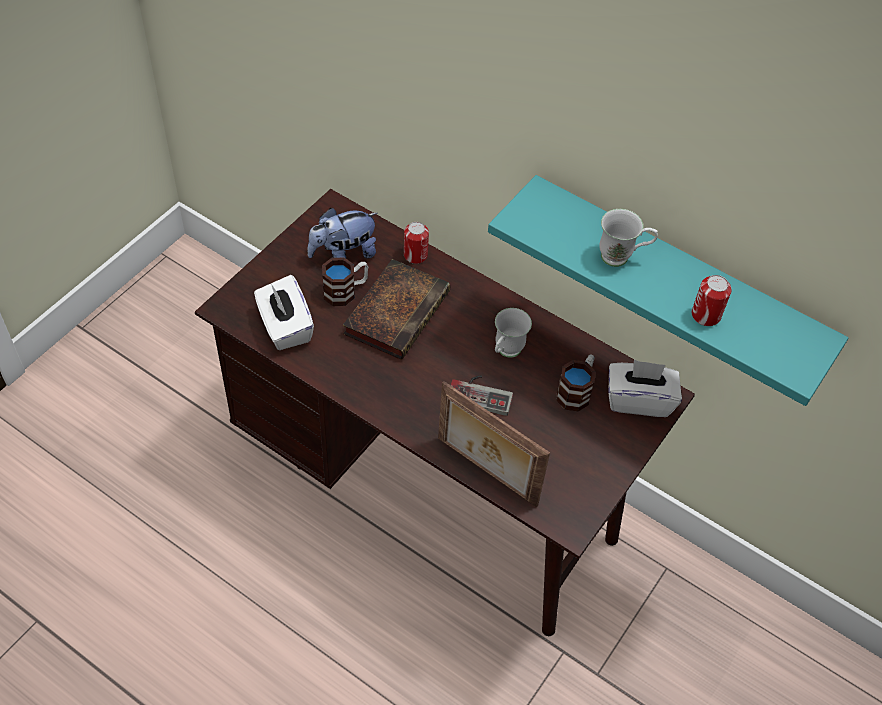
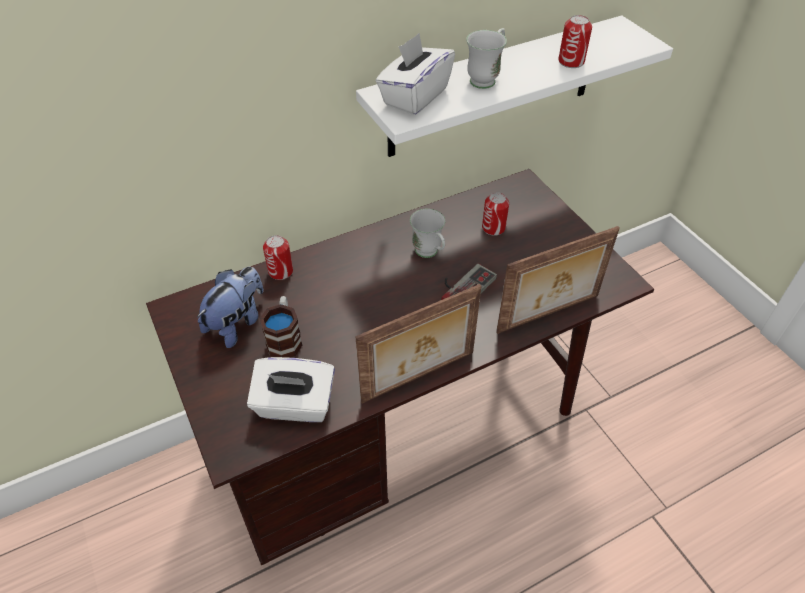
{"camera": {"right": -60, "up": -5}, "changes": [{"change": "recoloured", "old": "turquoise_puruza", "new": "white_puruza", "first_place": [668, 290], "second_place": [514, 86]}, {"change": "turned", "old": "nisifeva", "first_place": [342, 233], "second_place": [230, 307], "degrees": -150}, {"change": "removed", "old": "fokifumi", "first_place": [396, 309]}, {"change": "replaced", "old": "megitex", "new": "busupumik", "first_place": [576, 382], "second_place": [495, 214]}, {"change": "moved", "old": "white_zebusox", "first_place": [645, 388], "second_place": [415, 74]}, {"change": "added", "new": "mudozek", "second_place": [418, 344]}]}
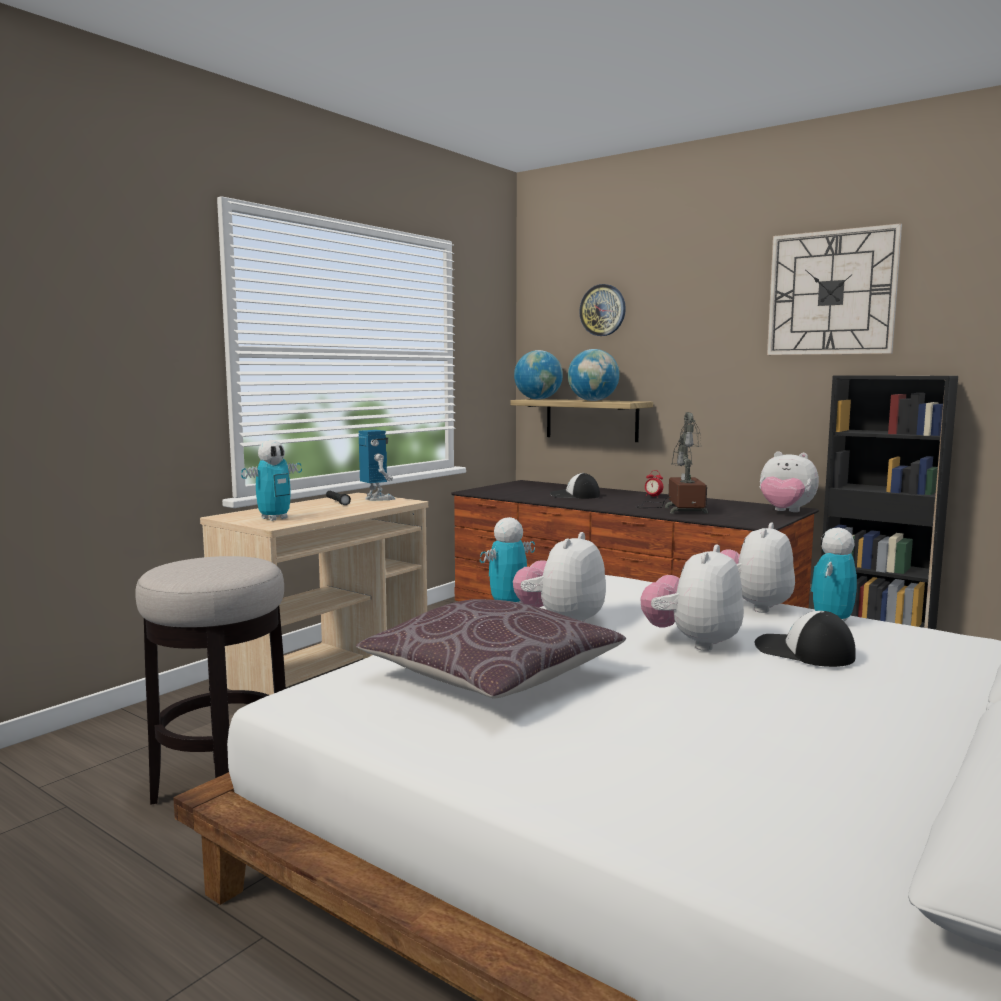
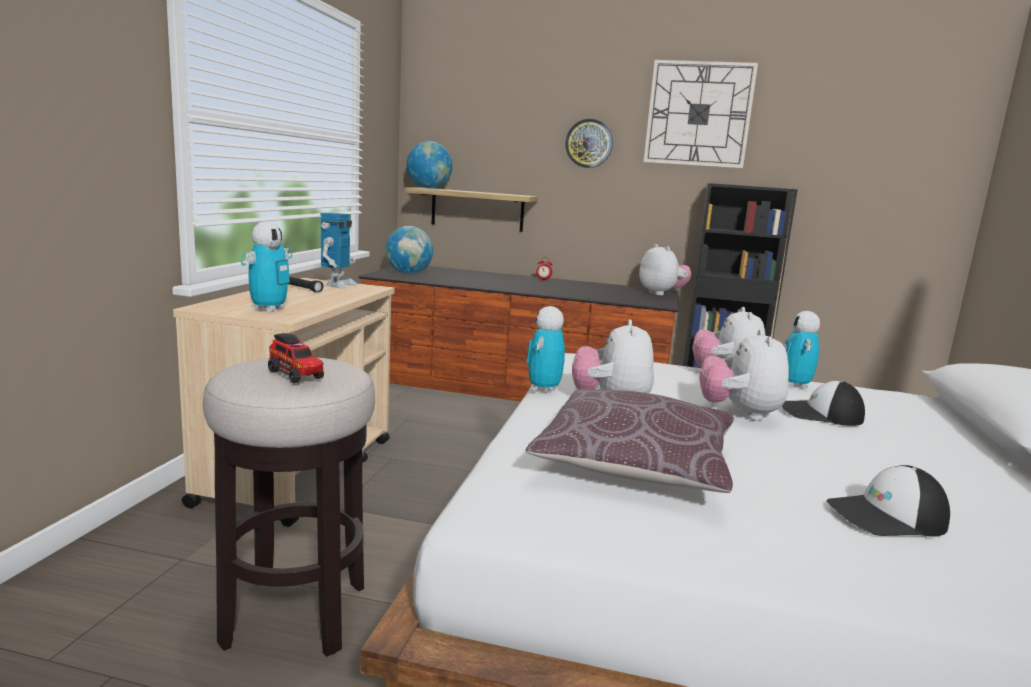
{"camera": {"right": -25, "up": 5}, "changes": [{"change": "moved", "old": "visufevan", "first_place": [602, 310], "second_place": [589, 143]}, {"change": "moved", "old": "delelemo", "first_place": [593, 375], "second_place": [409, 250]}, {"change": "removed", "old": "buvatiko", "first_place": [672, 463]}, {"change": "turned", "old": "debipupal", "first_place": [376, 465], "second_place": [339, 250], "degrees": 75}, {"change": "turned", "old": "nisifeva", "first_place": [789, 481], "second_place": [665, 270], "degrees": -120}, {"change": "moved", "old": "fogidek", "first_place": [575, 486], "second_place": [888, 501]}, {"change": "added", "new": "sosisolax", "second_place": [296, 358]}]}
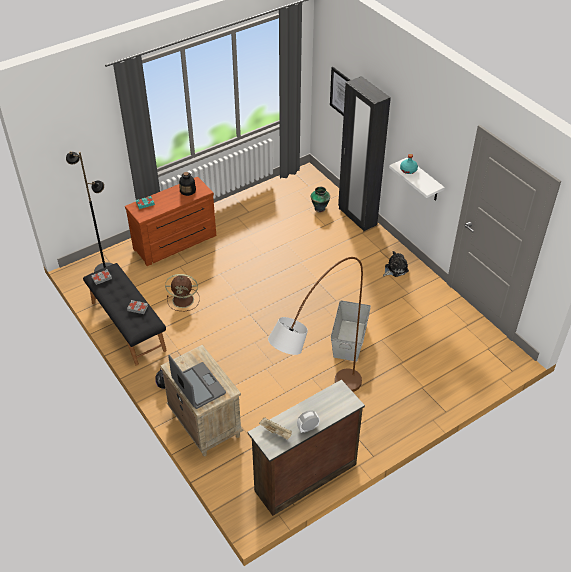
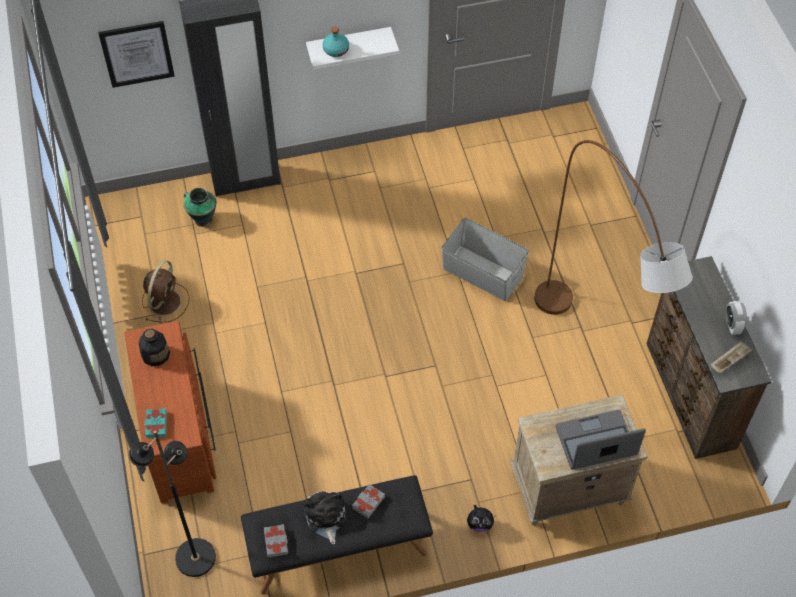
{"camera": {"right": -70, "up": 10}, "changes": [{"change": "moved", "old": "nisifeva", "first_place": [396, 264], "second_place": [324, 517]}, {"change": "moved", "old": "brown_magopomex", "first_place": [182, 292], "second_place": [166, 291]}]}
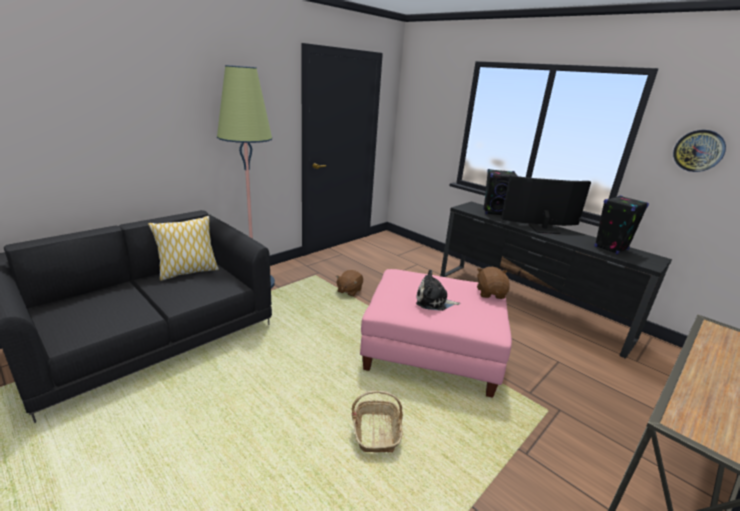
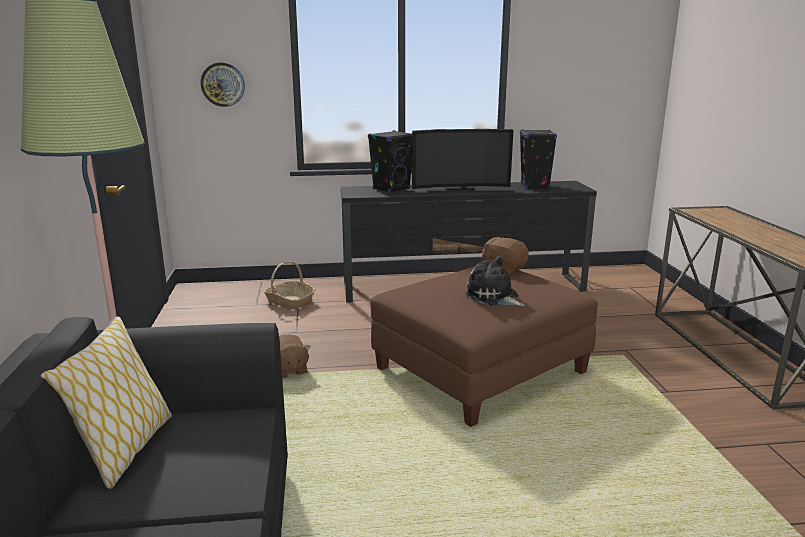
{"camera": {"right": -50, "up": -5}, "changes": [{"change": "moved", "old": "visufevan", "first_place": [699, 151], "second_place": [223, 84]}, {"change": "turned", "old": "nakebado", "first_place": [546, 204], "second_place": [463, 159], "degrees": -135}, {"change": "recoloured", "old": "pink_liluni", "new": "brown_liluni", "first_place": [436, 333], "second_place": [484, 347]}, {"change": "turned", "old": "nisifeva", "first_place": [438, 290], "second_place": [495, 281], "degrees": 90}, {"change": "moved", "old": "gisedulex", "first_place": [377, 422], "second_place": [289, 285]}]}
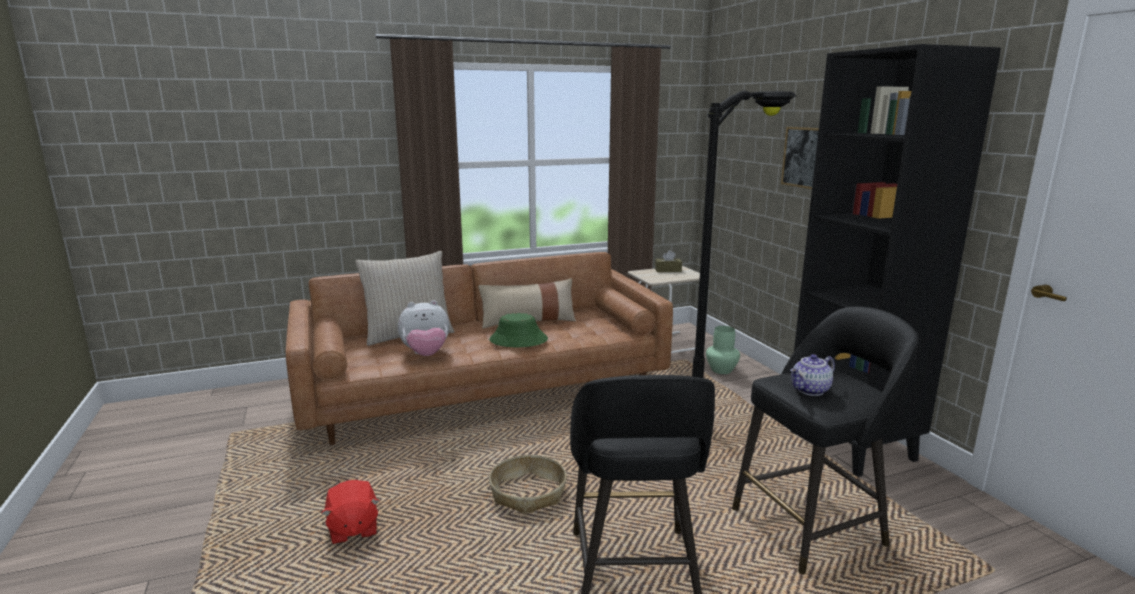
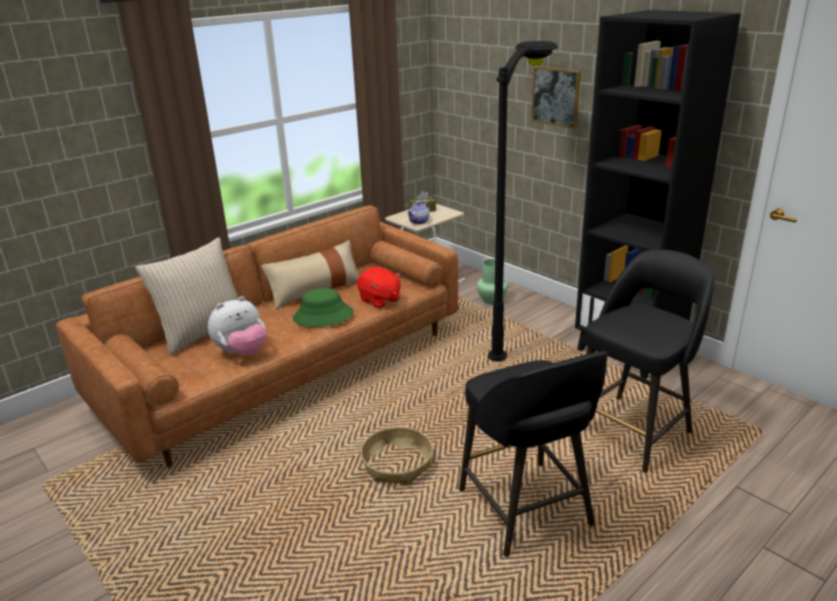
{"camera": {"right": -20, "up": 10}, "changes": [{"change": "moved", "old": "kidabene", "first_place": [812, 375], "second_place": [418, 213]}, {"change": "moved", "old": "red_nisifeva", "first_place": [351, 512], "second_place": [379, 287]}]}
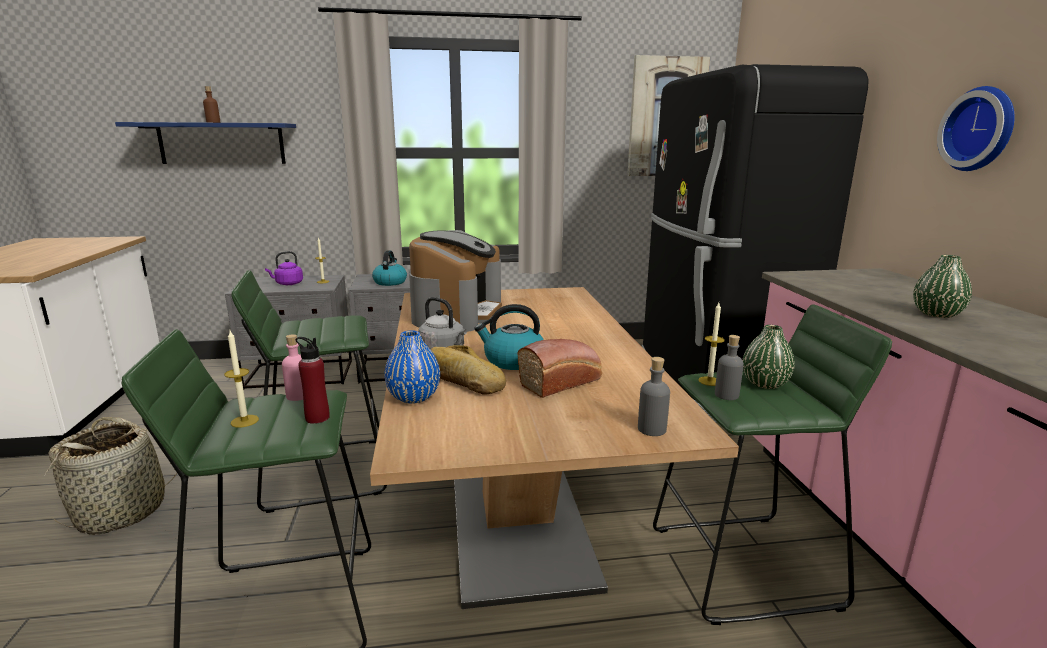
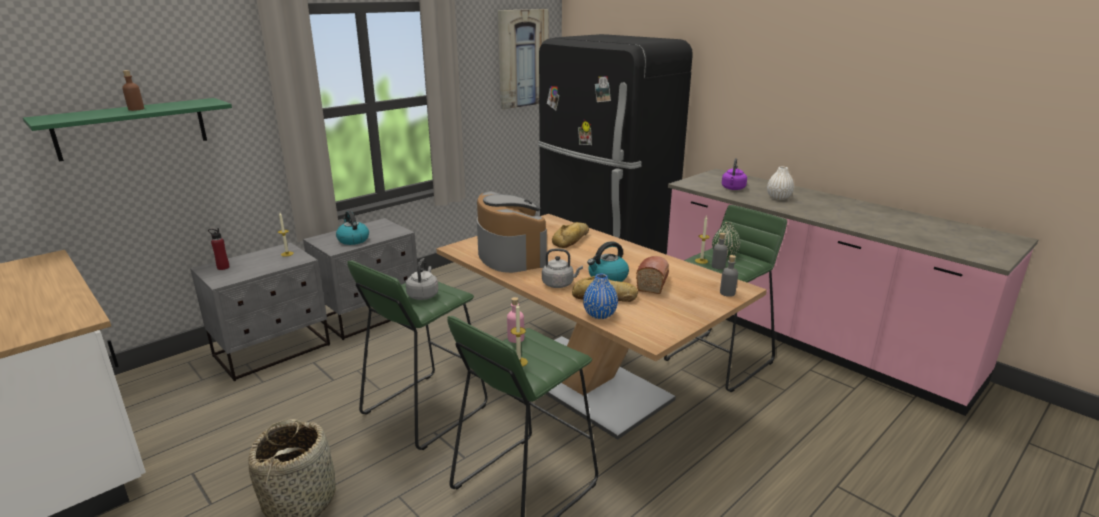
{"camera": {"right": -35, "up": 5}, "changes": [{"change": "removed", "old": "visufevan", "first_place": [976, 128]}, {"change": "recoloured", "old": "blue_puruza", "new": "green_puruza", "first_place": [205, 143], "second_place": [127, 130]}, {"change": "moved", "old": "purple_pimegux", "first_place": [284, 268], "second_place": [734, 174]}, {"change": "recoloured", "old": "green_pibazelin", "new": "white_pibazelin", "first_place": [942, 286], "second_place": [780, 183]}, {"change": "moved", "old": "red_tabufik", "first_place": [313, 380], "second_place": [219, 249]}, {"change": "added", "new": "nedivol", "second_place": [570, 235]}, {"change": "added", "new": "grey_pimegux", "second_place": [422, 279]}]}
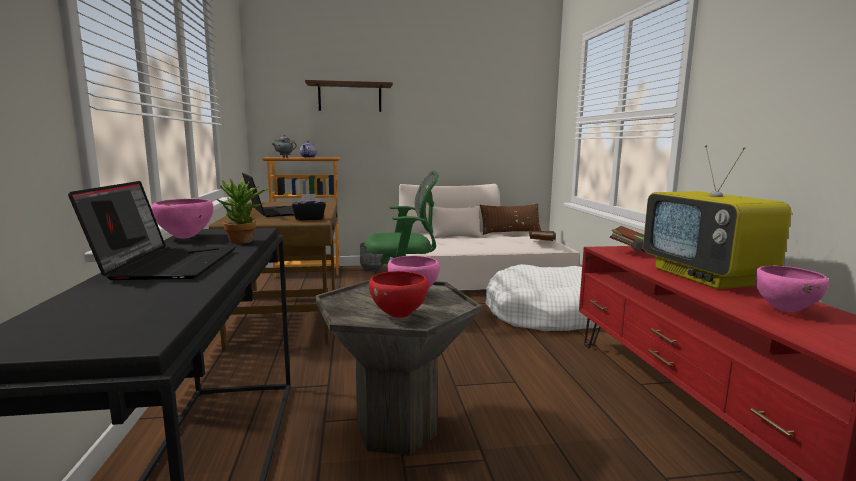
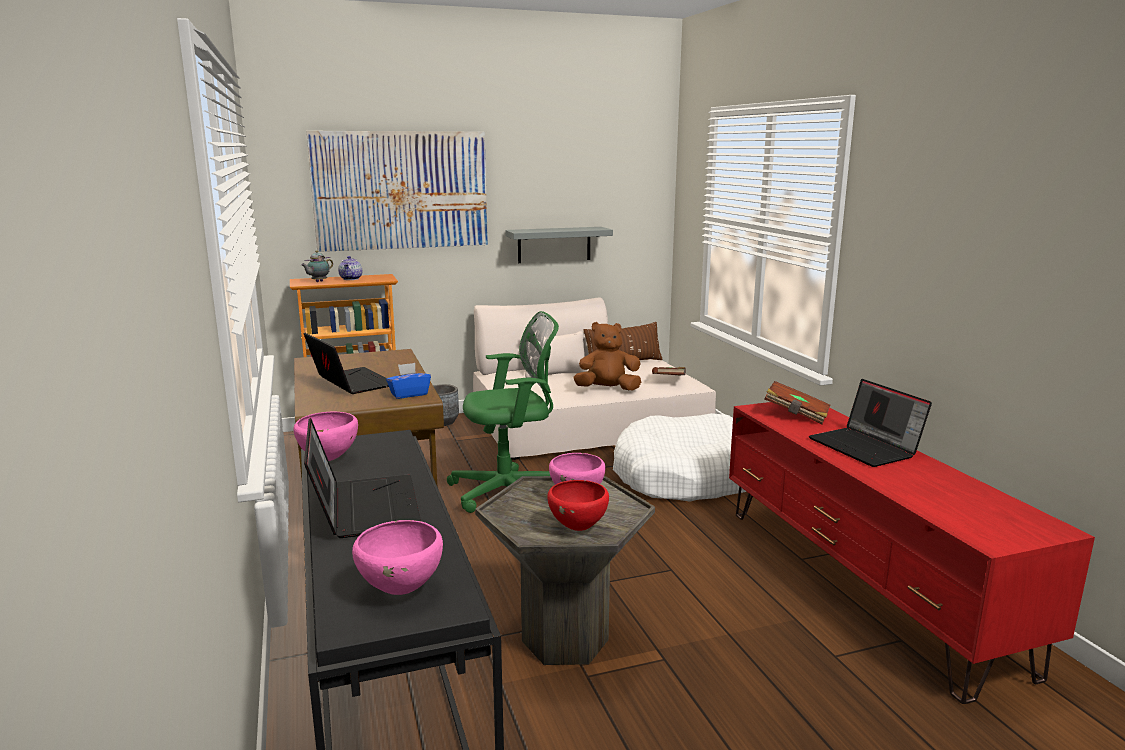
{"camera": {"right": -10, "up": 5}, "changes": [{"change": "replaced", "old": "brown_puruza", "new": "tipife", "first_place": [349, 96], "second_place": [397, 191]}, {"change": "replaced", "old": "nakebado", "new": "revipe", "first_place": [717, 217], "second_place": [870, 423]}, {"change": "removed", "old": "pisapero", "first_place": [242, 211]}, {"change": "recoloured", "old": "black_zebusox", "new": "blue_zebusox", "first_place": [309, 207], "second_place": [408, 381]}, {"change": "moved", "old": "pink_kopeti", "first_place": [792, 288], "second_place": [397, 557]}, {"change": "added", "new": "grey_puruza", "second_place": [559, 245]}, {"change": "added", "new": "brown_nisifeva", "second_place": [607, 356]}]}
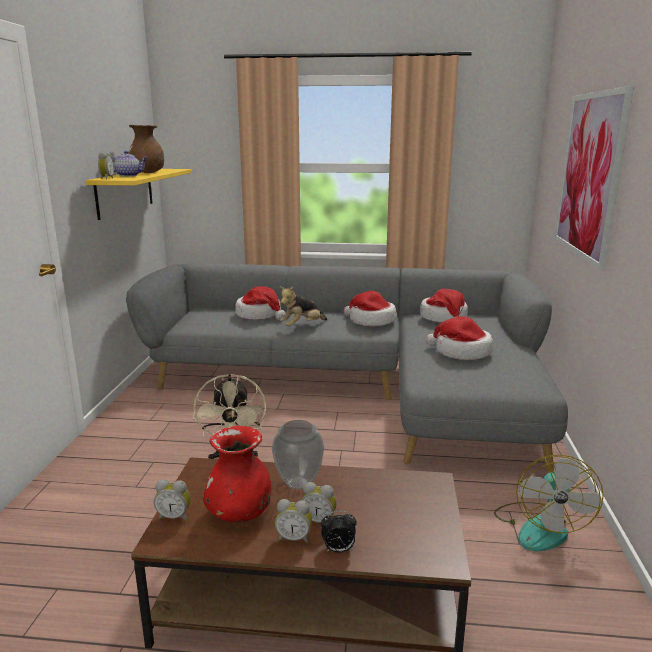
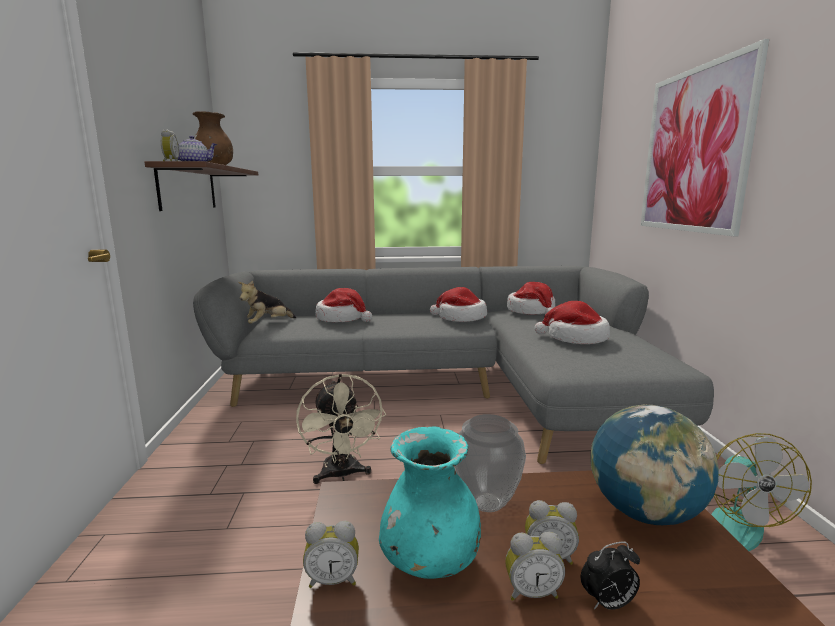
{"camera": {"right": -10, "up": -5}, "changes": [{"change": "recoloured", "old": "yellow_puruza", "new": "brown_puruza", "first_place": [138, 194], "second_place": [201, 186]}, {"change": "moved", "old": "nisifeva", "first_place": [303, 306], "second_place": [267, 302]}, {"change": "recoloured", "old": "red_pibazelin", "new": "turquoise_pibazelin", "first_place": [237, 474], "second_place": [430, 502]}, {"change": "added", "new": "delelemo", "second_place": [655, 465]}]}
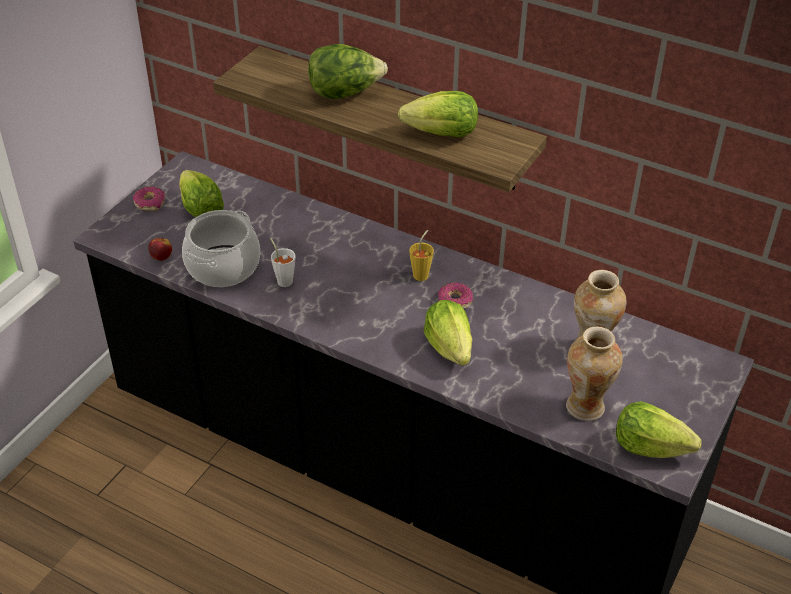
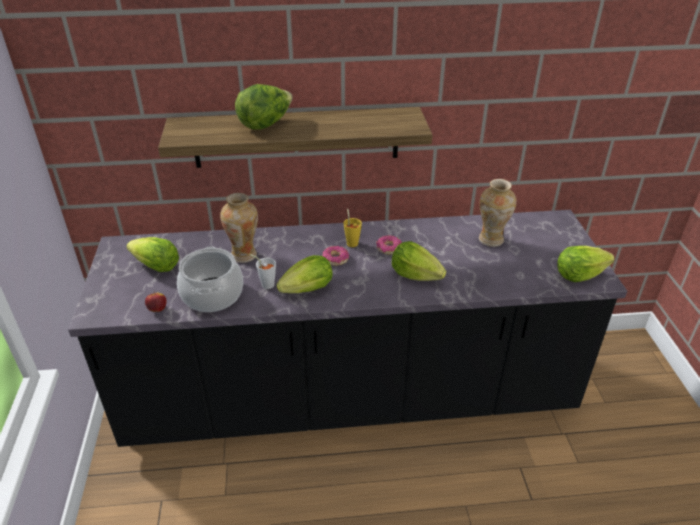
{"camera": {"right": -35, "up": -5}, "changes": [{"change": "moved", "old": "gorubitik", "first_place": [438, 114], "second_place": [305, 274]}, {"change": "moved", "old": "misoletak", "first_place": [149, 198], "second_place": [335, 256]}, {"change": "moved", "old": "pibazelin", "first_place": [594, 373], "second_place": [239, 228]}]}
